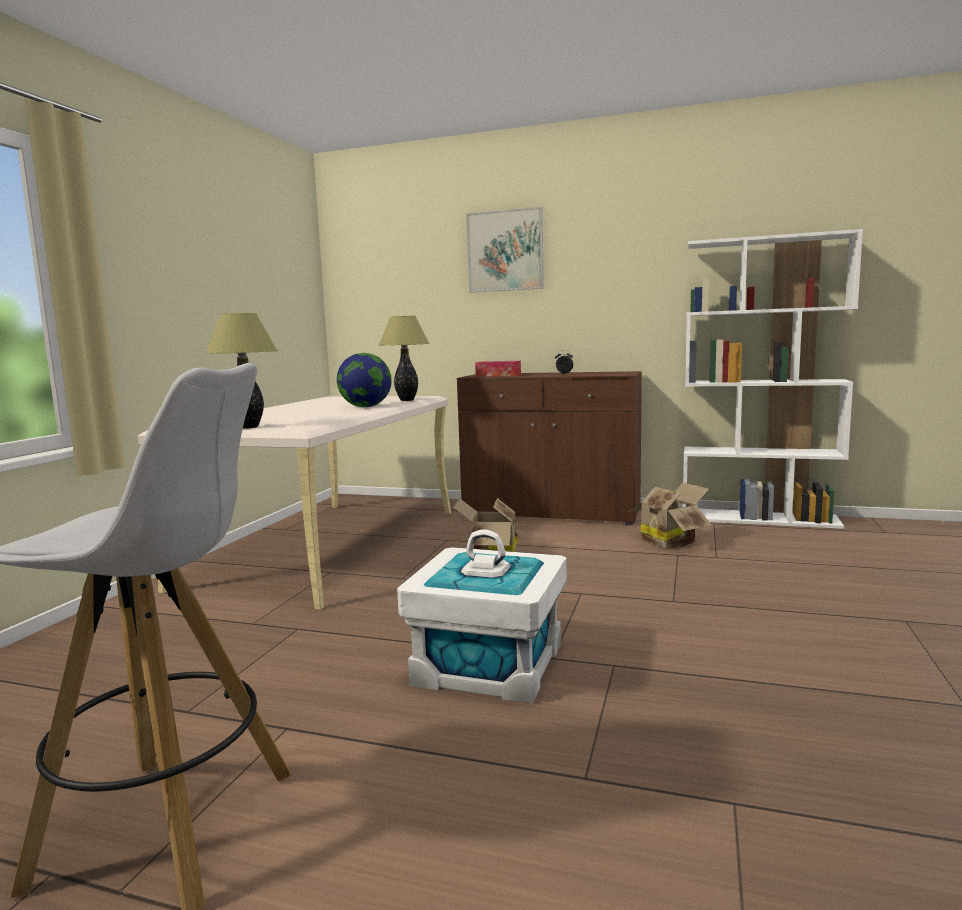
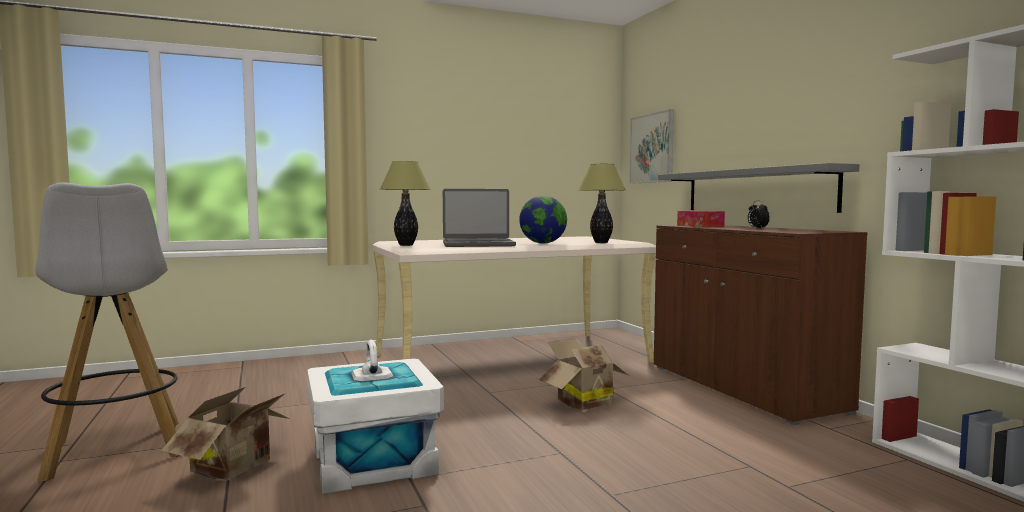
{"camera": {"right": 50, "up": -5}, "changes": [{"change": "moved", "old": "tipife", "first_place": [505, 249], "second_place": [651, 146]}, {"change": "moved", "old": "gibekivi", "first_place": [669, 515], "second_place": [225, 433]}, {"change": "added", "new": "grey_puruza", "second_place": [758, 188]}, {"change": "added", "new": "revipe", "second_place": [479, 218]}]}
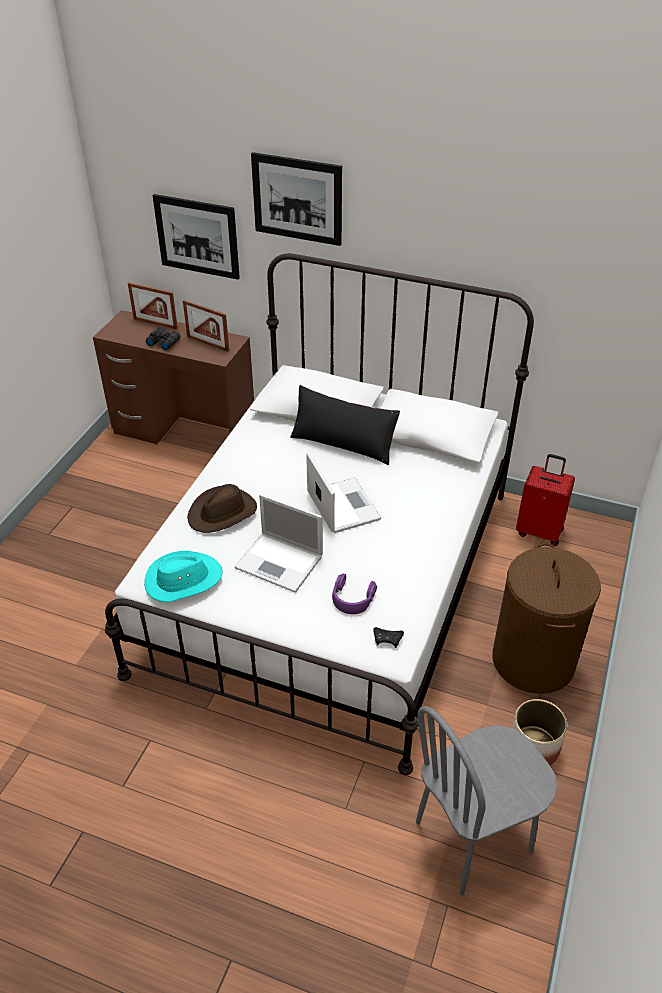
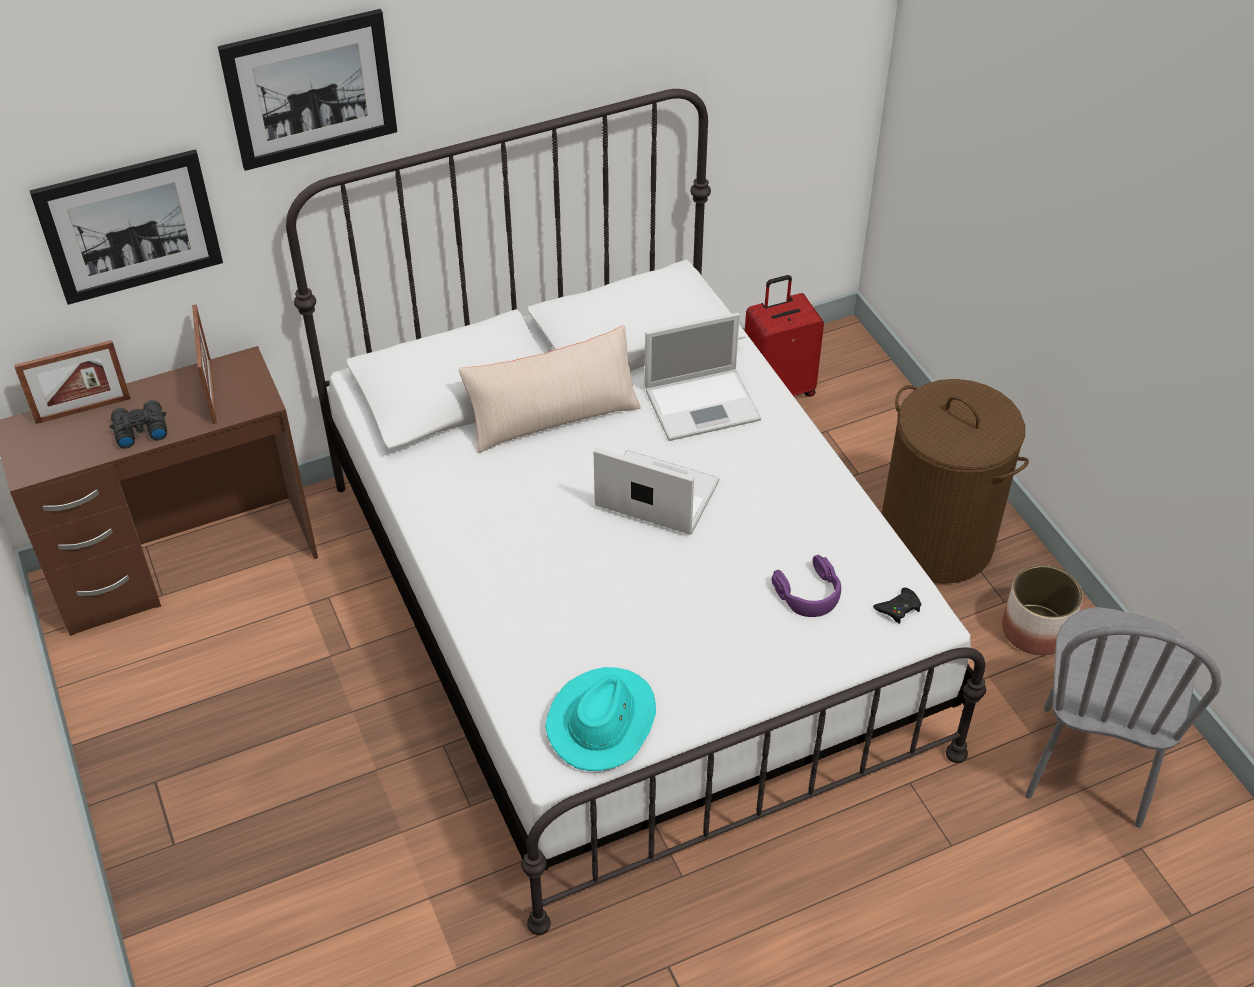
{"camera": {"right": -45, "up": 5}, "changes": [{"change": "turned", "old": "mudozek", "first_place": [206, 326], "second_place": [204, 364], "degrees": -90}, {"change": "recoloured", "old": "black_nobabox", "new": "beige_nobabox", "first_place": [345, 425], "second_place": [550, 389]}, {"change": "removed", "old": "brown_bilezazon", "first_place": [222, 508]}, {"change": "moved", "old": "revipe", "first_place": [278, 543], "second_place": [703, 377]}]}
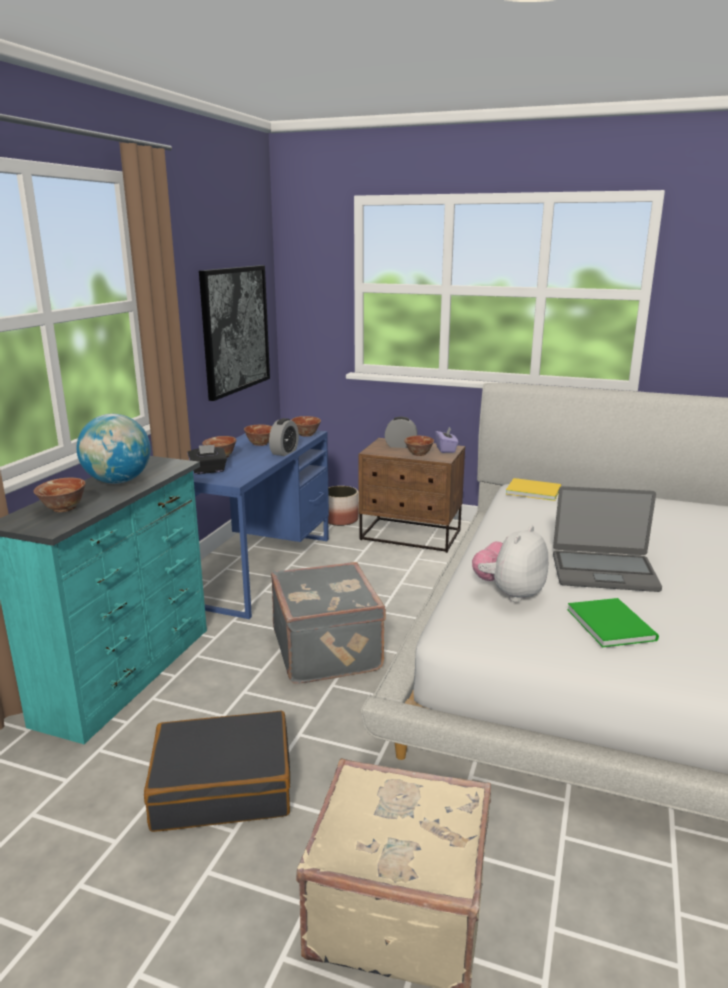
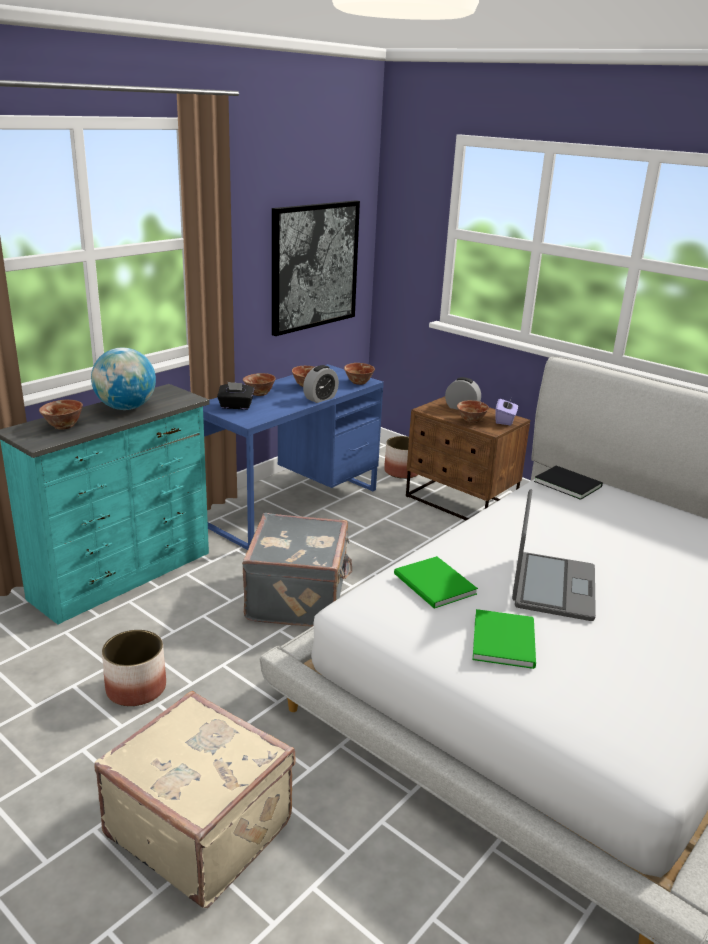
{"camera": {"right": 20, "up": 5}, "changes": [{"change": "recoloured", "old": "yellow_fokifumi", "new": "black_fokifumi", "first_place": [533, 489], "second_place": [568, 483]}, {"change": "turned", "old": "revipe", "first_place": [607, 539], "second_place": [554, 555], "degrees": -105}, {"change": "replaced", "old": "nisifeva", "new": "green_fokifumi", "first_place": [510, 563], "second_place": [436, 582]}, {"change": "replaced", "old": "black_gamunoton", "new": "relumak", "first_place": [217, 771], "second_place": [134, 668]}]}
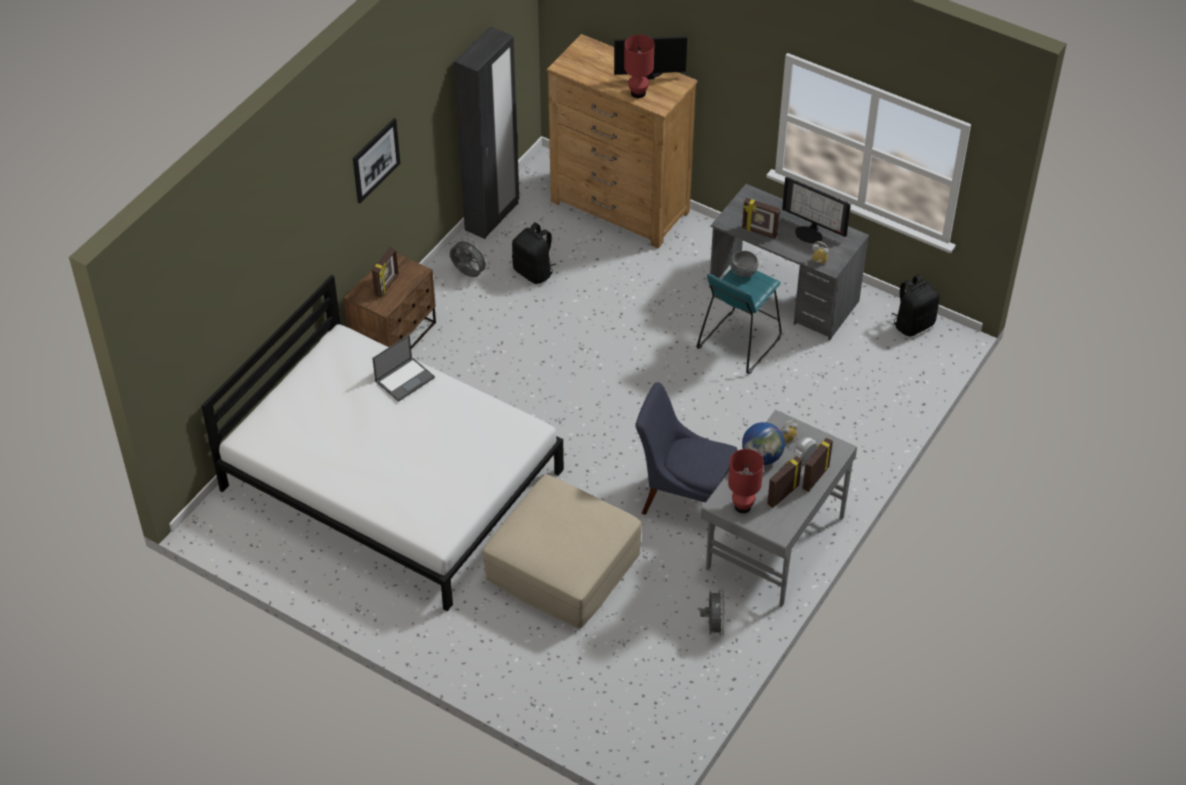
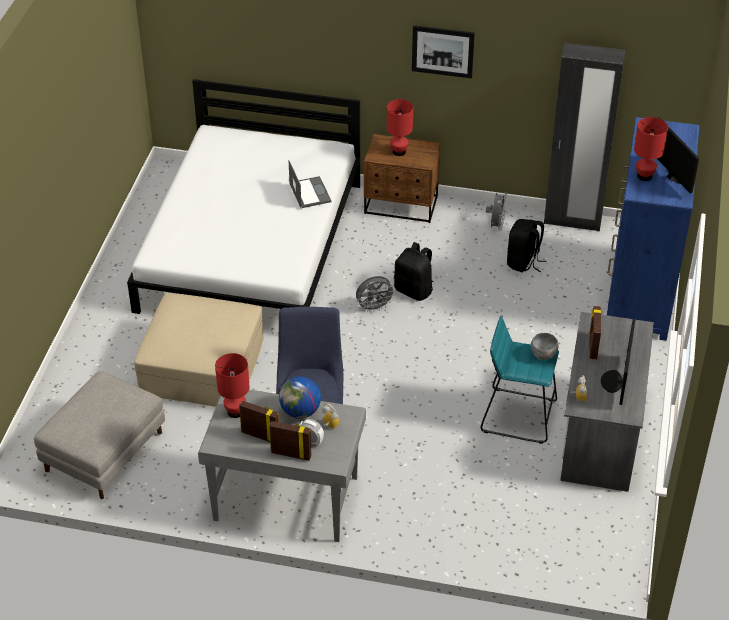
{"camera": {"right": 70, "up": -5}, "changes": [{"change": "recoloured", "old": "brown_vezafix", "new": "blue_vezafix", "first_place": [622, 141], "second_place": [653, 229]}, {"change": "replaced", "old": "mudozek", "new": "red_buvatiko", "first_place": [385, 272], "second_place": [400, 127]}, {"change": "moved", "old": "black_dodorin", "first_place": [916, 305], "second_place": [414, 271]}, {"change": "turned", "old": "revipe", "first_place": [403, 368], "second_place": [310, 184], "degrees": -135}, {"change": "moved", "old": "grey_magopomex", "first_place": [712, 612], "second_place": [376, 294]}, {"change": "added", "new": "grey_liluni", "second_place": [99, 435]}]}
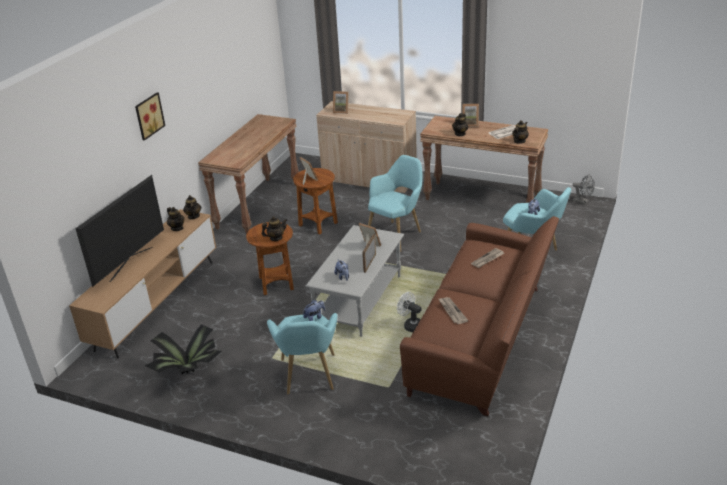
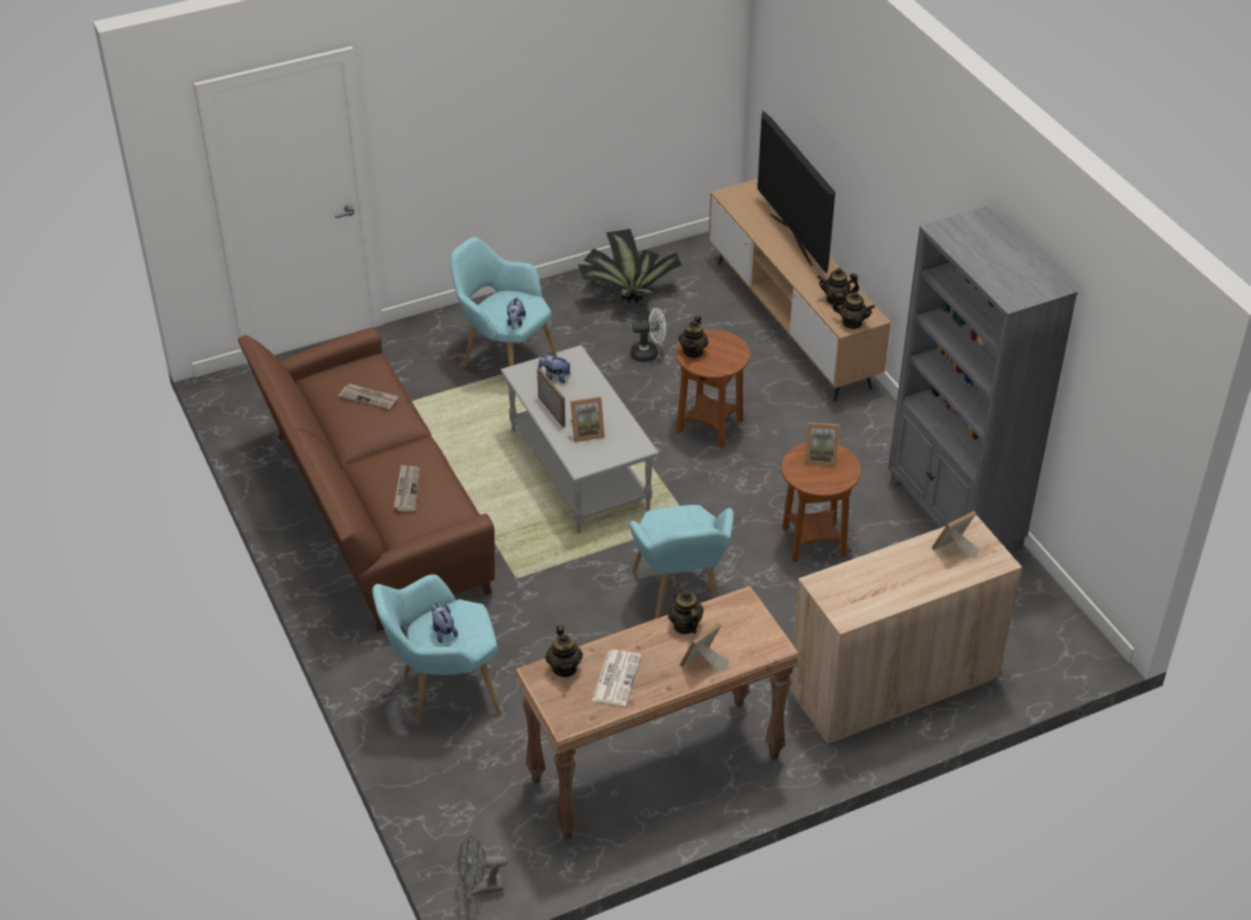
{"camera": {"right": 130, "up": 10}, "changes": [{"change": "removed", "old": "tipife", "first_place": [150, 117]}, {"change": "replaced", "old": "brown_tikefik", "new": "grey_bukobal", "first_place": [248, 174], "second_place": [983, 378]}, {"change": "moved", "old": "white_magopomex", "first_place": [409, 312], "second_place": [648, 335]}]}
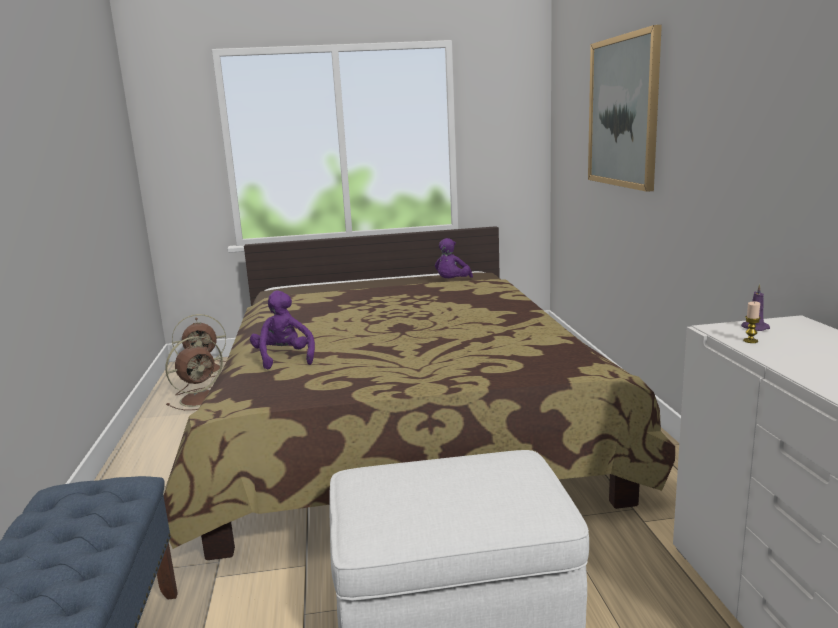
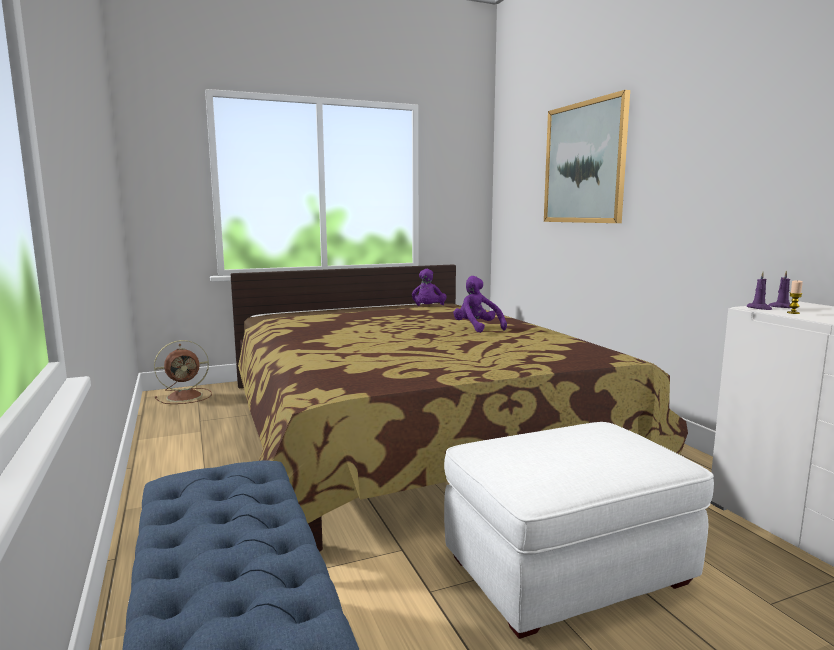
{"camera": {"right": -15, "up": -5}, "changes": [{"change": "moved", "old": "purple_nisifeva", "first_place": [282, 329], "second_place": [480, 304]}, {"change": "removed", "old": "brown_magopomex", "first_place": [194, 373]}, {"change": "added", "new": "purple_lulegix", "second_place": [759, 291]}]}
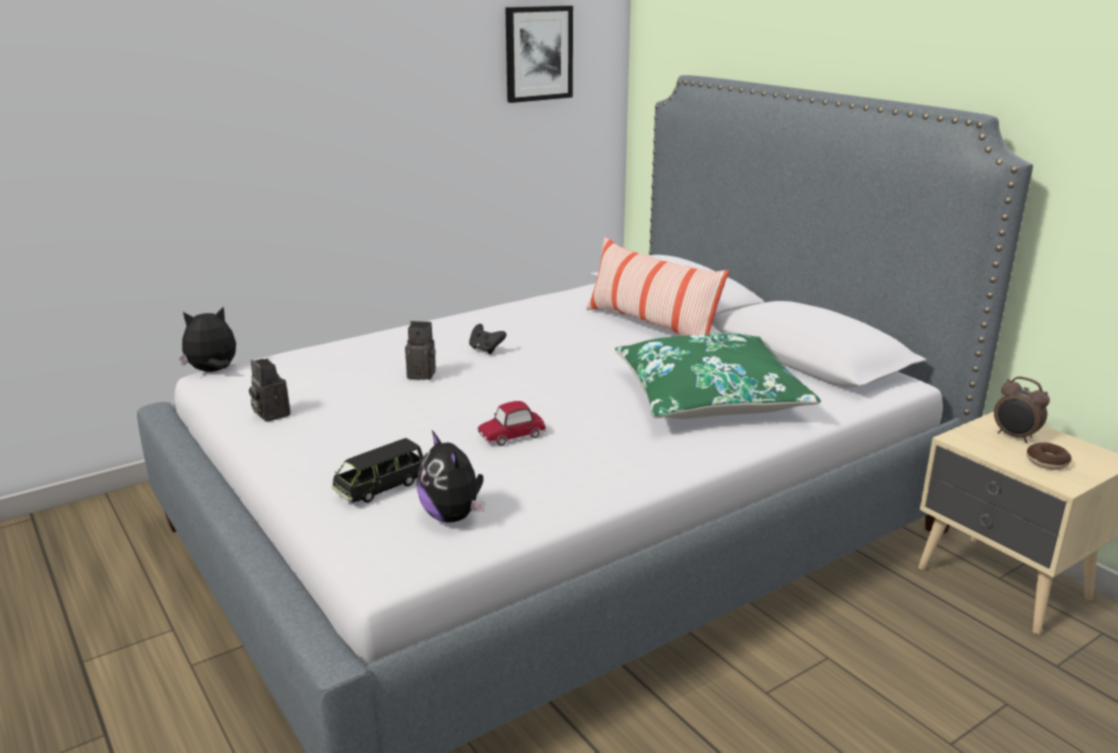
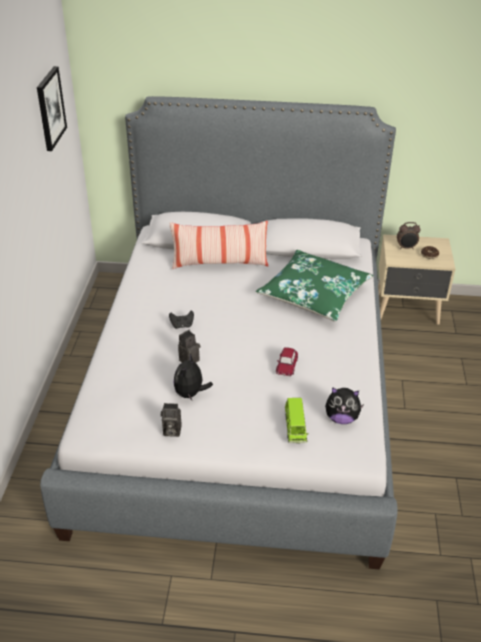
{"camera": {"right": -50, "up": 15}, "changes": [{"change": "moved", "old": "nisifeva", "first_place": [207, 339], "second_place": [193, 376]}, {"change": "recoloured", "old": "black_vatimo", "new": "green_vatimo", "first_place": [377, 470], "second_place": [297, 421]}]}
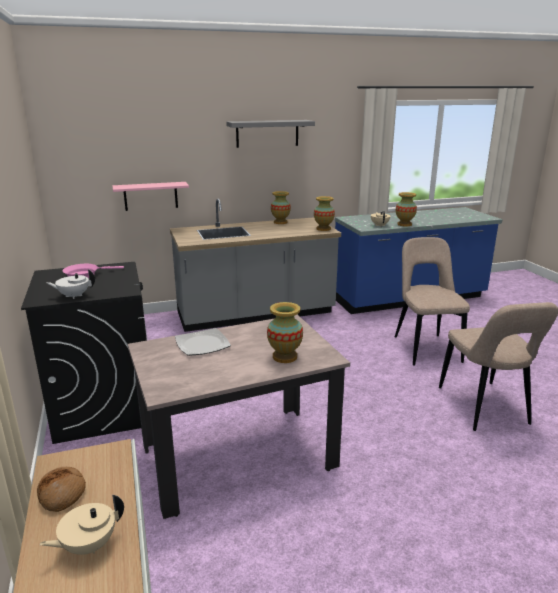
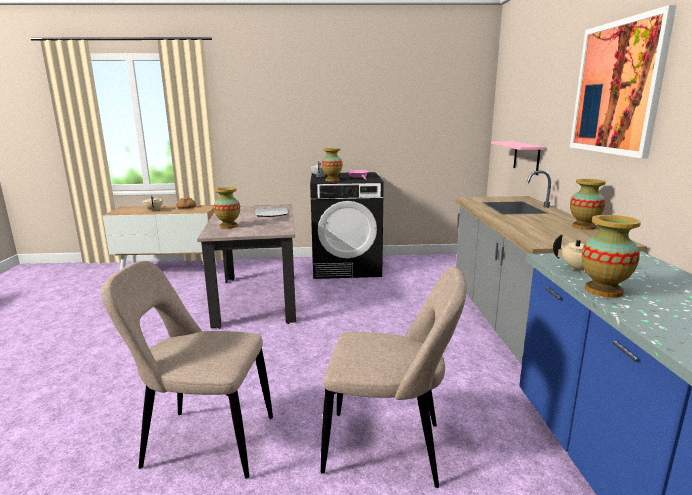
{"camera": {"right": 105, "up": -5}, "changes": [{"change": "replaced", "old": "grey_puruza", "new": "tipife", "first_place": [270, 134], "second_place": [623, 81]}, {"change": "moved", "old": "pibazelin", "first_place": [324, 213], "second_place": [332, 165]}]}
